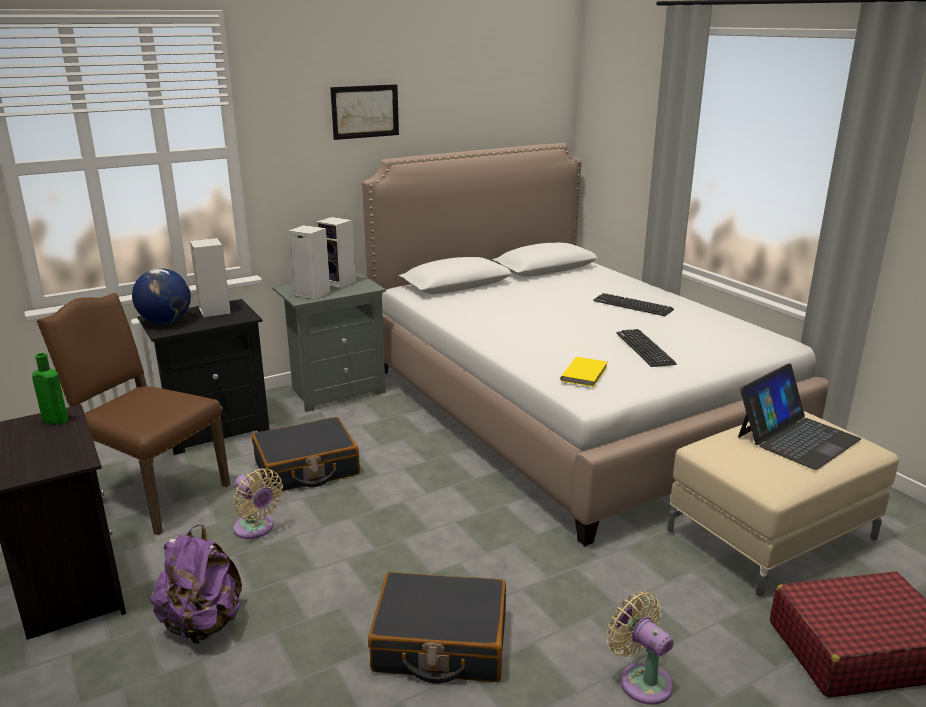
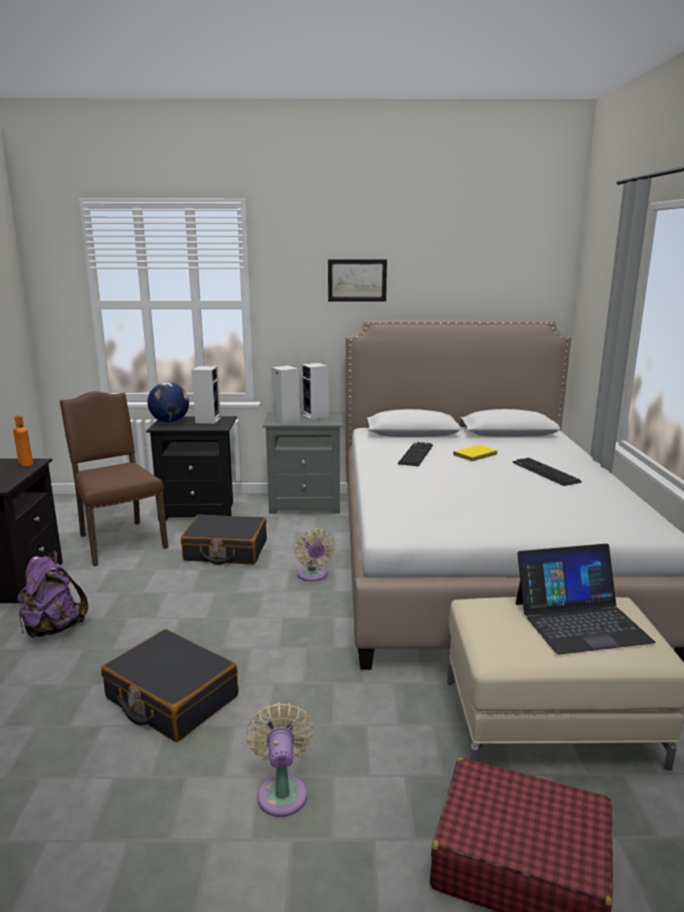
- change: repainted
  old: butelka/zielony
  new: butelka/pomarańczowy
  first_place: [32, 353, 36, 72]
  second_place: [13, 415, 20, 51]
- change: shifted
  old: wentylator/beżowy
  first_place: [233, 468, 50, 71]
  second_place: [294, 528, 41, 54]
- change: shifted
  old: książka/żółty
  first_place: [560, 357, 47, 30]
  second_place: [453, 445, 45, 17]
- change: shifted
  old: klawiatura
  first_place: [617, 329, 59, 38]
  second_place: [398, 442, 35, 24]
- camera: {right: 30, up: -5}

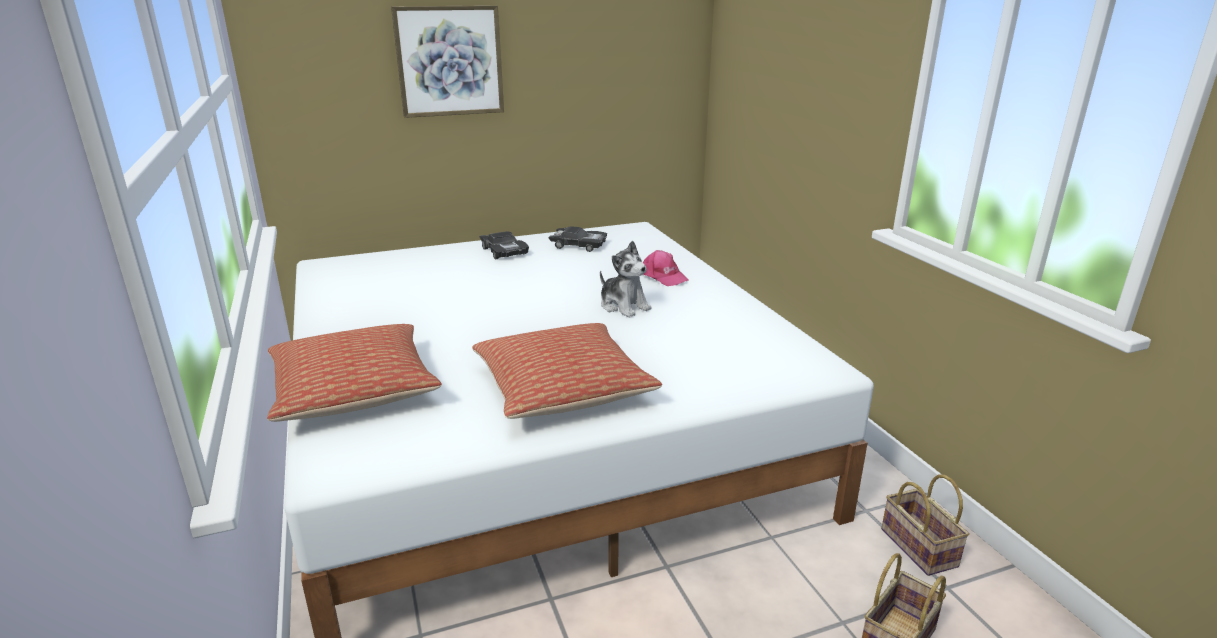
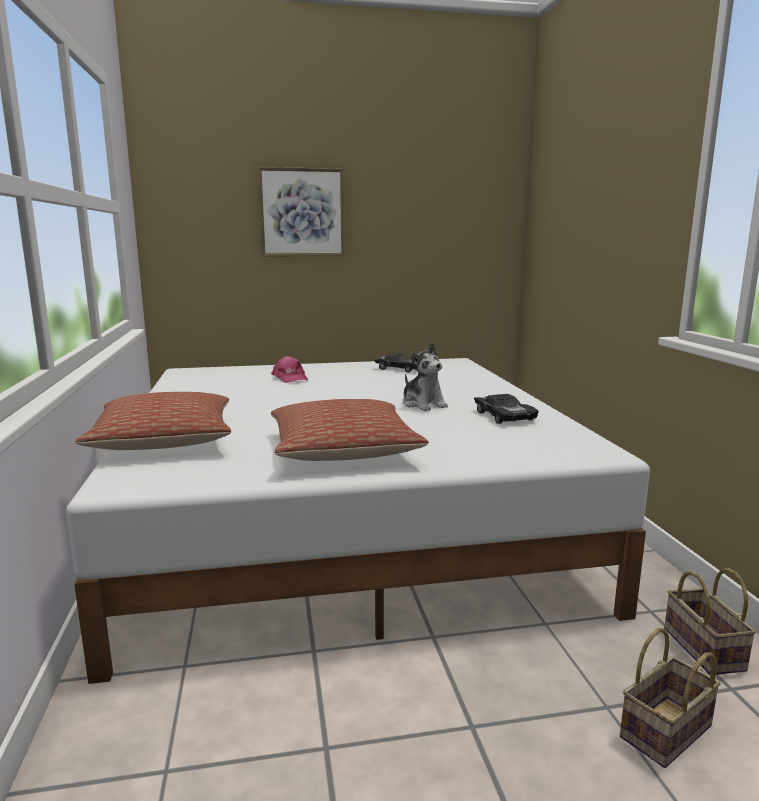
- change: shifted
  old: samochodzik/czarny
  first_place: [480, 231, 49, 28]
  second_place: [474, 394, 65, 30]
- change: shifted
  old: czapka z daszkiem/różowy
  first_place: [643, 250, 46, 36]
  second_place: [271, 356, 37, 27]
- camera: {right: 10, up: -10}

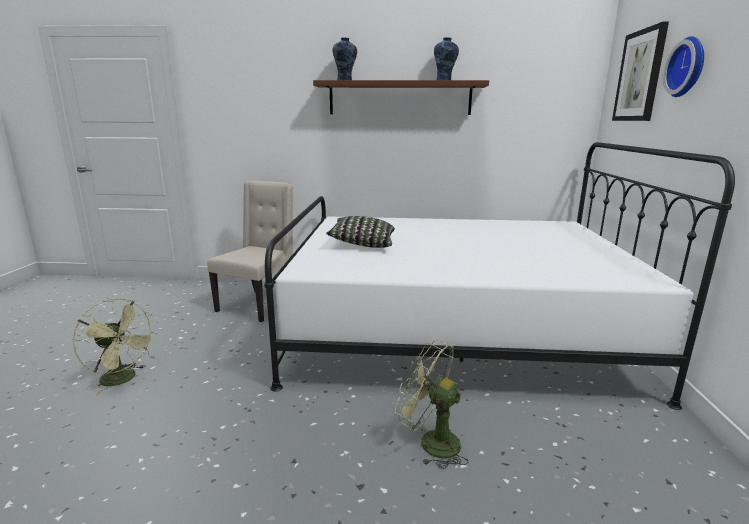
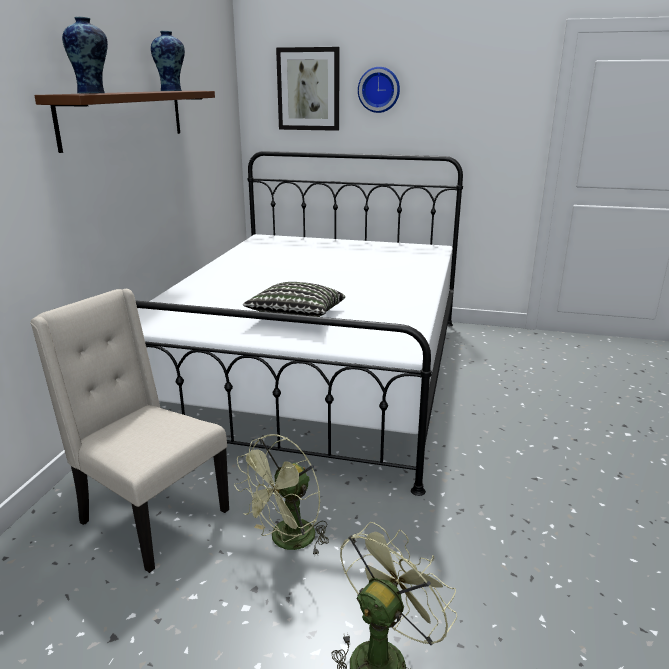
- change: shifted
  old: wentylator/zielony
  first_place: [395, 339, 73, 131]
  second_place: [234, 434, 95, 120]
- camera: {right: -80, up: 5}

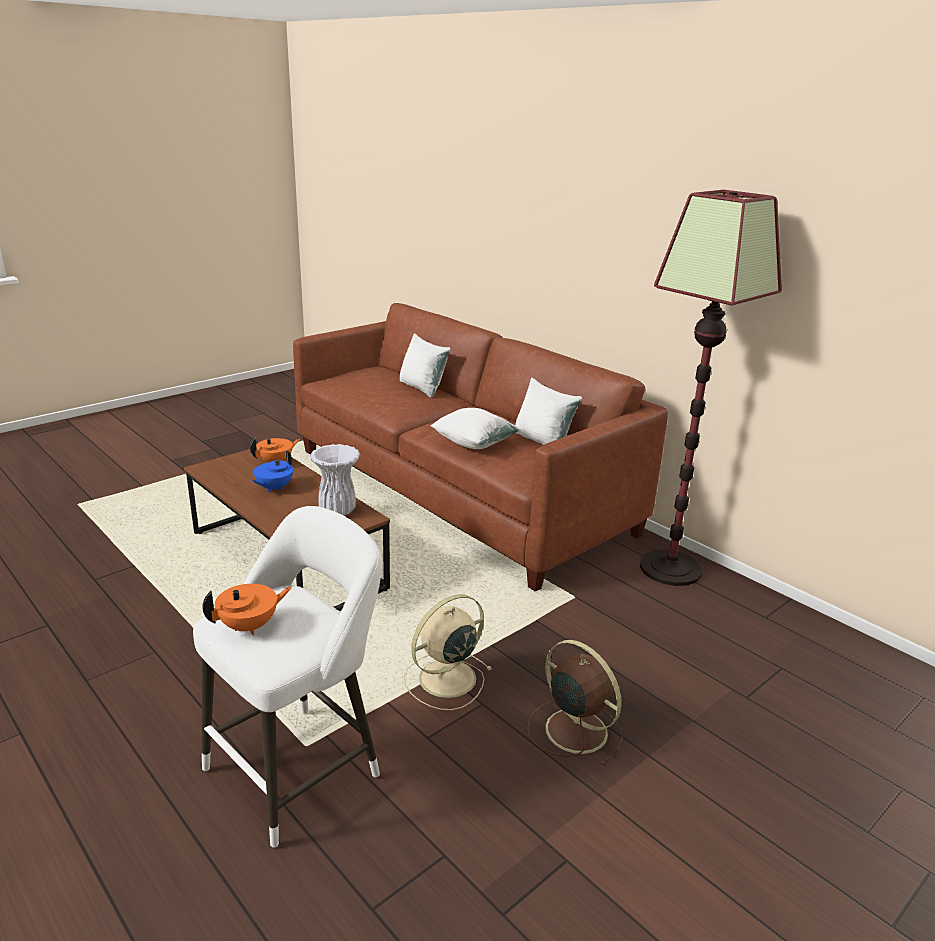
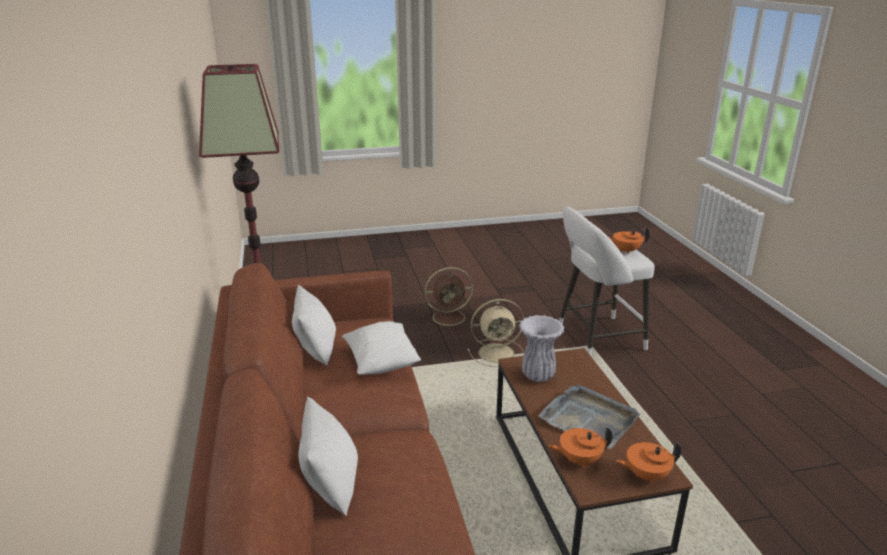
- change: swapped
  old: imbryk/niebieski
  new: taca/szary
  first_place: [252, 450, 41, 42]
  second_place: [539, 384, 101, 65]
- change: rotated
  old: wentylator/brązowy
  first_place: [527, 640, 96, 126]
  second_place: [422, 267, 52, 62]
  degrees: -90
- change: new
  new: imbryk/pomarańczowy
  second_place: [616, 441, 65, 42]
- camera: {right: -150, up: 0}

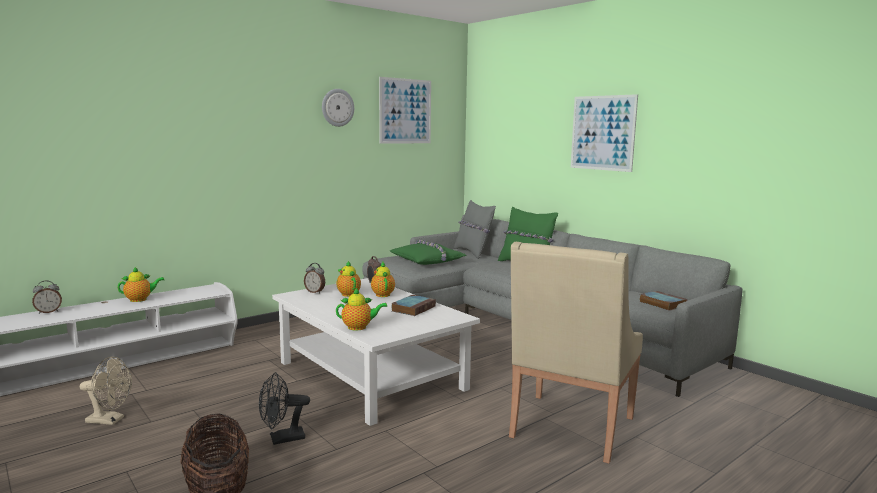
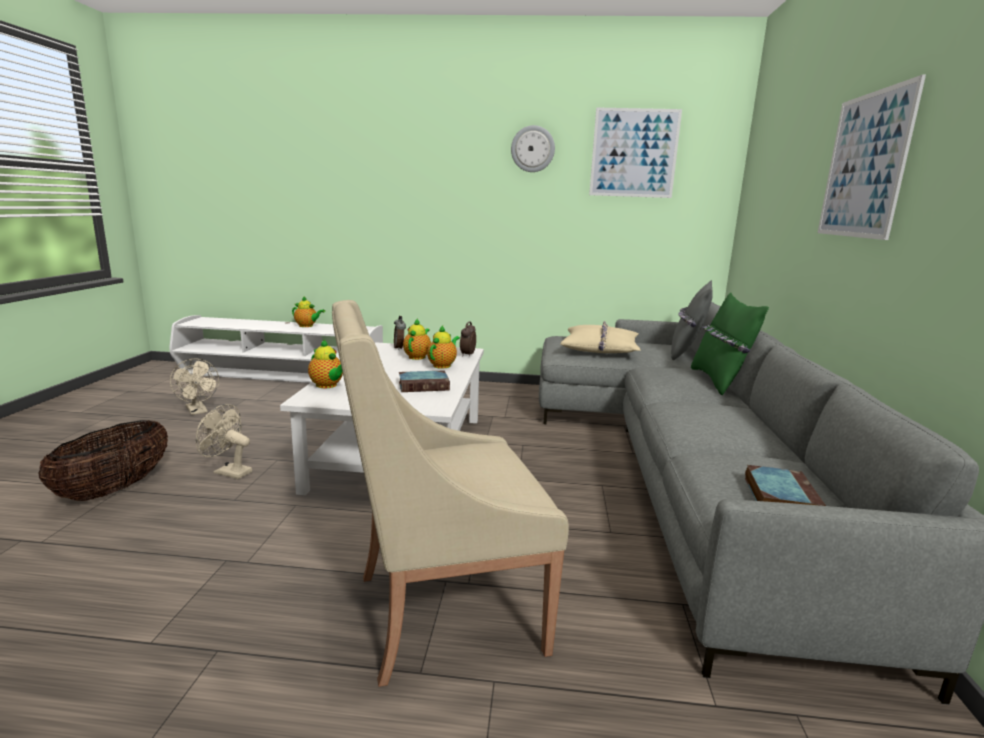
- change: gone
  old: budzik
  first_place: [32, 280, 30, 34]
- change: repainted
  old: wentylator/czarny
  new: wentylator/beżowy
  first_place: [259, 372, 51, 73]
  second_place: [196, 404, 56, 75]
- change: repainted
  old: poduszka/zielony
  new: poduszka/beżowy
  first_place: [390, 240, 77, 25]
  second_place: [560, 321, 81, 32]
- camera: {right: 45, up: 5}

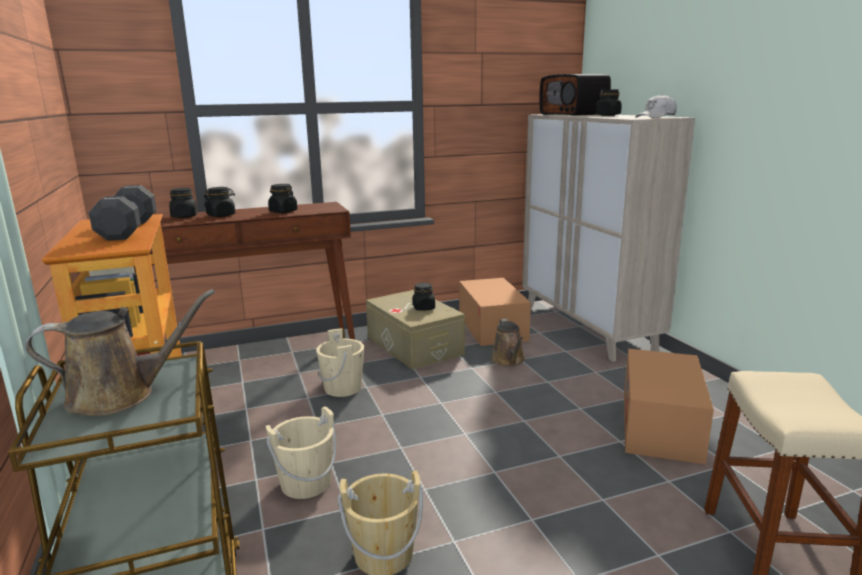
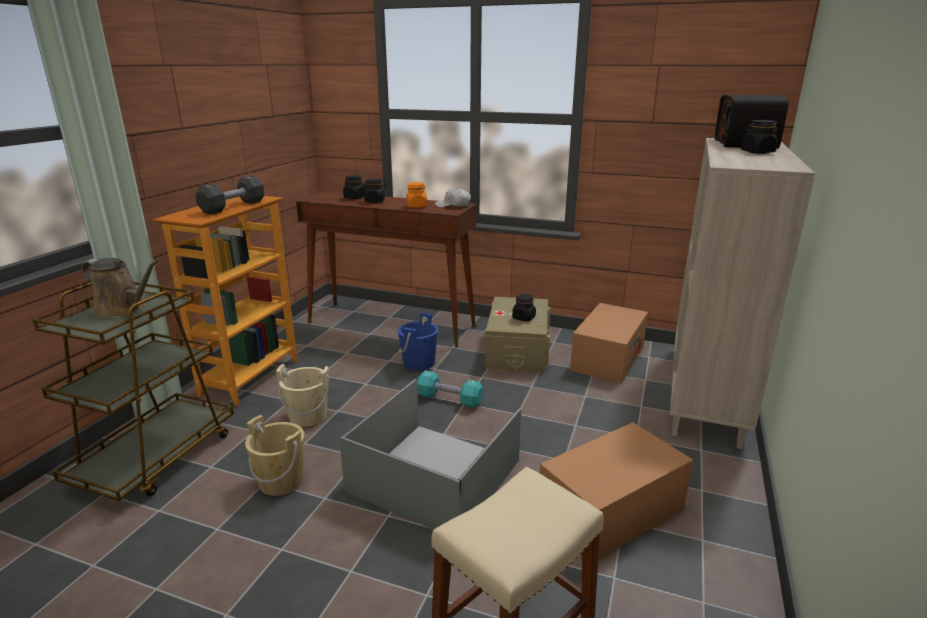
- change: repainted
  old: słoik/czarny
  new: słoik/pomarańczowy
  first_place: [268, 184, 30, 29]
  second_place: [406, 182, 21, 26]
- change: repainted
  old: wiadro/beżowy
  new: wiadro/niebieski
  first_place: [316, 328, 48, 69]
  second_place: [398, 313, 40, 58]
- change: gone
  old: konewka/brązowy
  first_place: [491, 319, 34, 47]
- change: shifted
  old: czapka z daszkiem/biały
  first_place: [635, 94, 42, 24]
  second_place: [435, 188, 36, 19]
- change: new
  new: pojemnik do przechowywania/szary
  second_place: [339, 379, 182, 150]
- change: new
  new: hantel/turkusowy
  second_place: [417, 370, 66, 38]
- camera: {right: 40, up: 5}

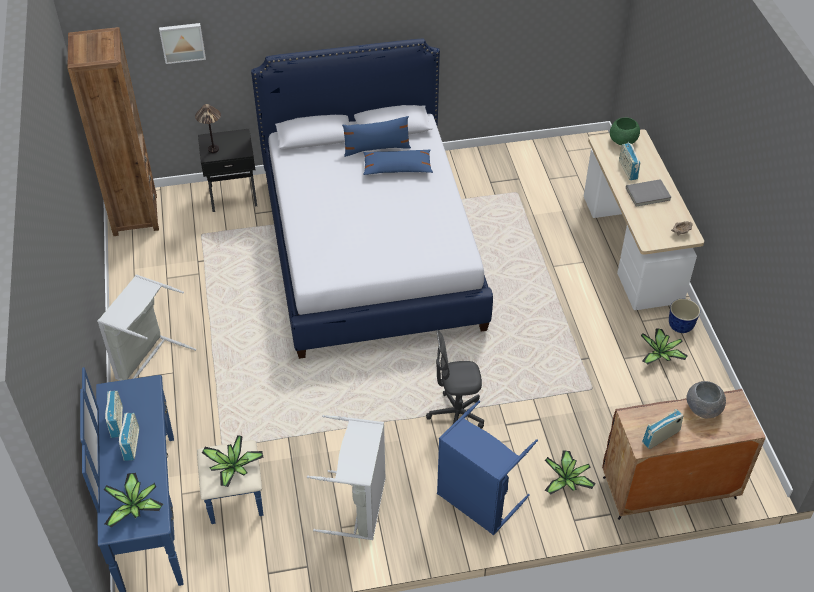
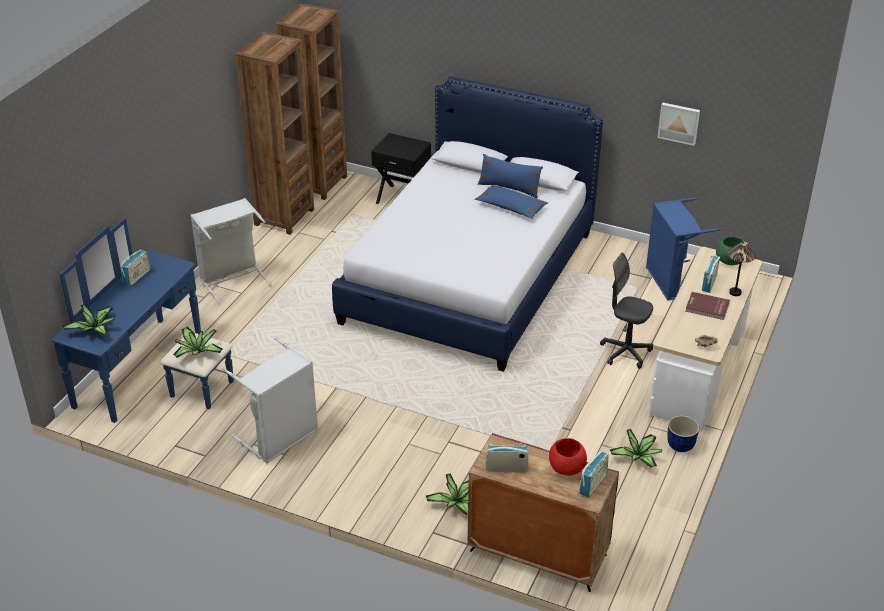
- change: shifted
  old: radio
  first_place: [119, 413, 20, 48]
  second_place: [579, 451, 30, 46]
- change: shifted
  old: obraz
  first_place: [159, 23, 47, 41]
  second_place: [657, 103, 43, 43]
- change: shifted
  old: lampa stołowa
  first_place: [195, 104, 26, 49]
  second_place: [728, 242, 28, 54]
- change: shifted
  old: krzesło biurowe/szary
  first_place: [426, 330, 58, 99]
  second_place: [600, 253, 53, 116]
- change: shifted
  old: kosz na pranie/niebieski
  first_place: [437, 401, 101, 134]
  second_place: [646, 197, 77, 104]
- change: repainted
  old: książka/szary
  new: książka/czerwony
  first_place: [626, 179, 45, 28]
  second_place: [685, 292, 45, 28]
- change: repainted
  old: miska/szary
  new: miska/czerwony
  first_place: [686, 381, 40, 37]
  second_place: [549, 438, 38, 37]
- change: new
  new: regał/brązowy
  second_place: [235, 32, 79, 203]
- camera: {right: 35, up: -10}

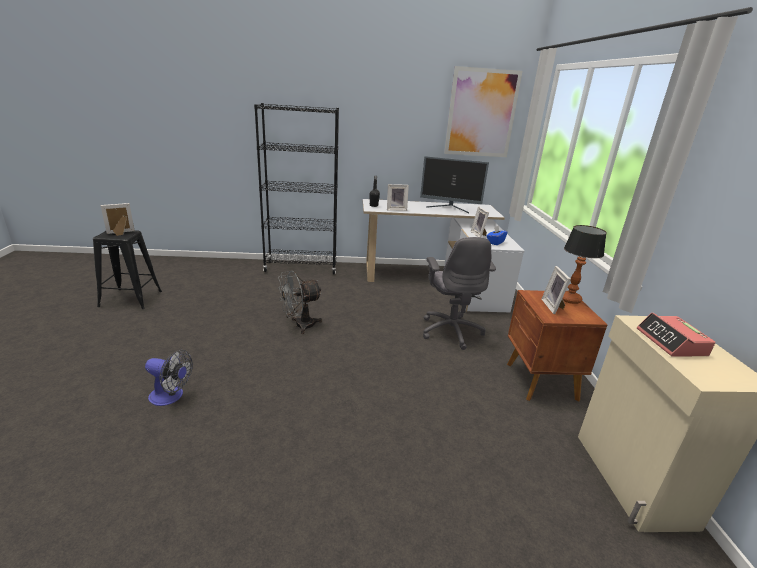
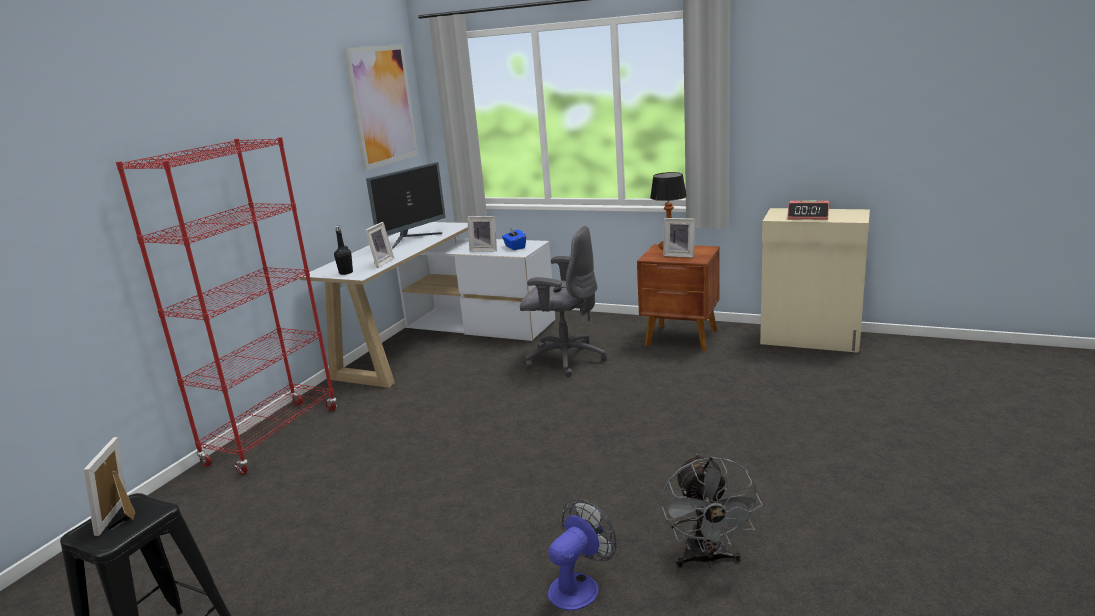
- change: repainted
  old: regał/czarny
  new: regał/czerwony
  first_place: [254, 103, 85, 171]
  second_place: [116, 137, 220, 337]
- change: shifted
  old: wentylator/szary
  first_place: [278, 271, 44, 63]
  second_place: [661, 454, 102, 114]
- camera: {right: -60, up: -5}

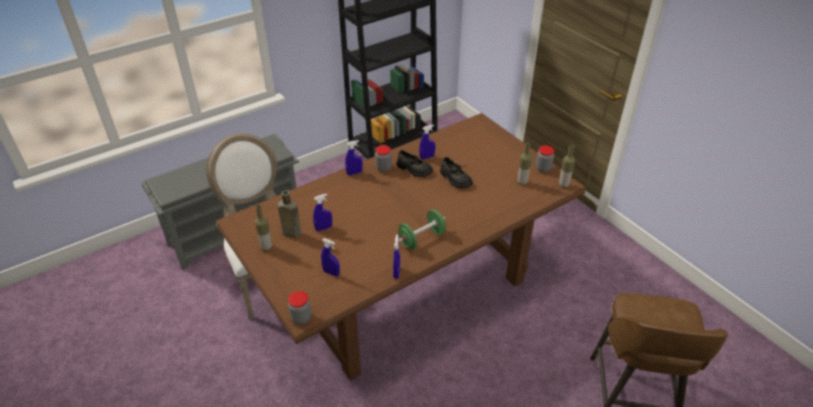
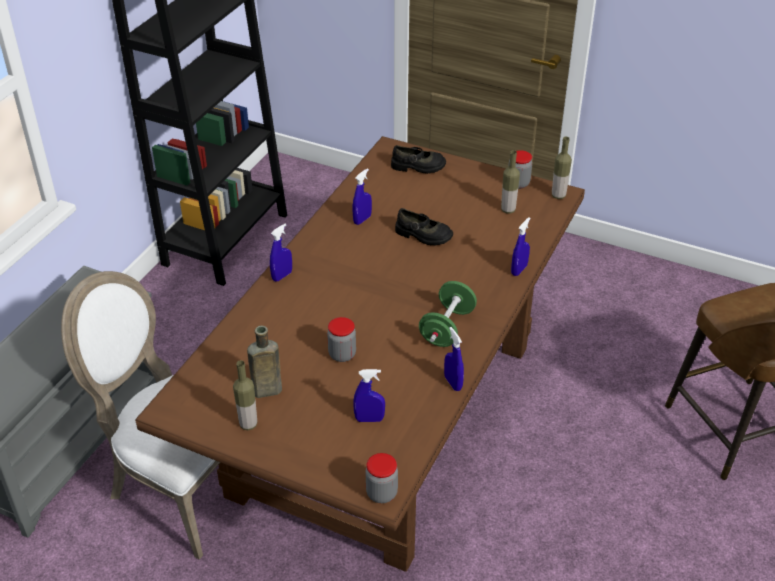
- change: shifted
  old: spryskiwacz/niebieski
  first_place: [313, 194, 19, 37]
  second_place: [511, 217, 20, 59]
- change: shifted
  old: słoik
  first_place: [375, 145, 17, 27]
  second_place: [327, 317, 29, 45]
- change: shifted
  old: but/czarny
  first_place: [397, 150, 36, 27]
  second_place: [391, 145, 55, 29]
- camera: {right: -30, up: 0}

